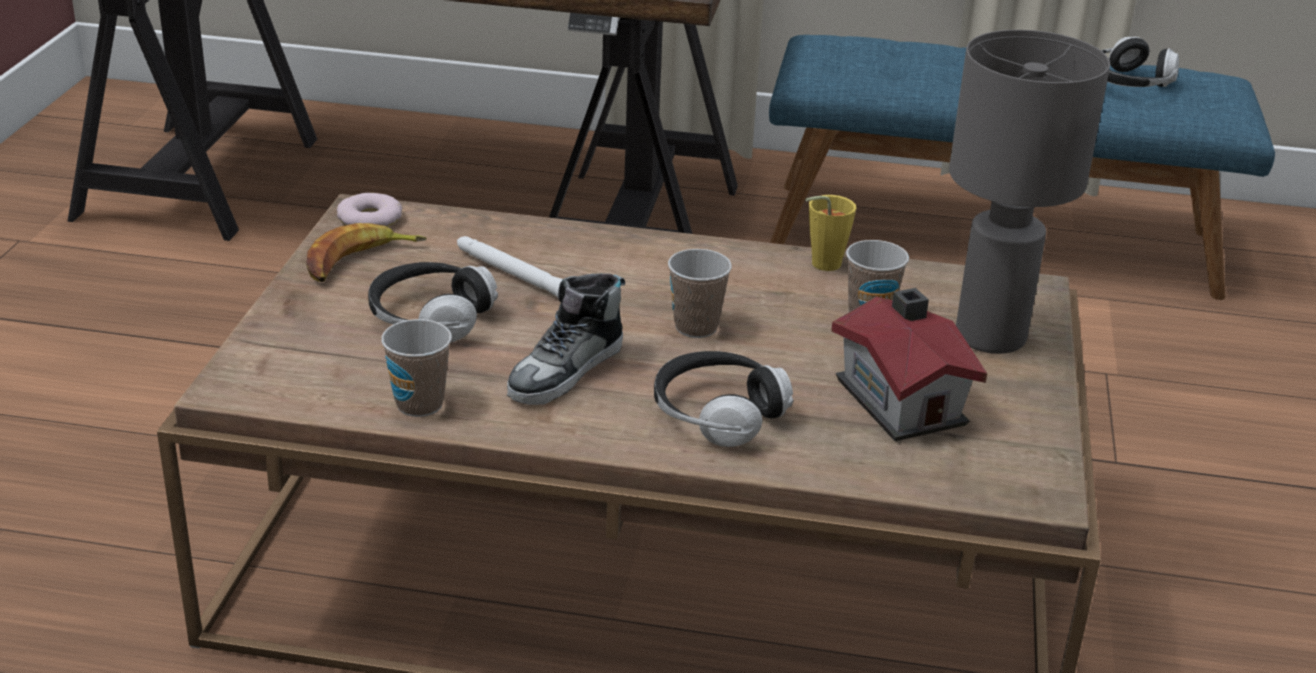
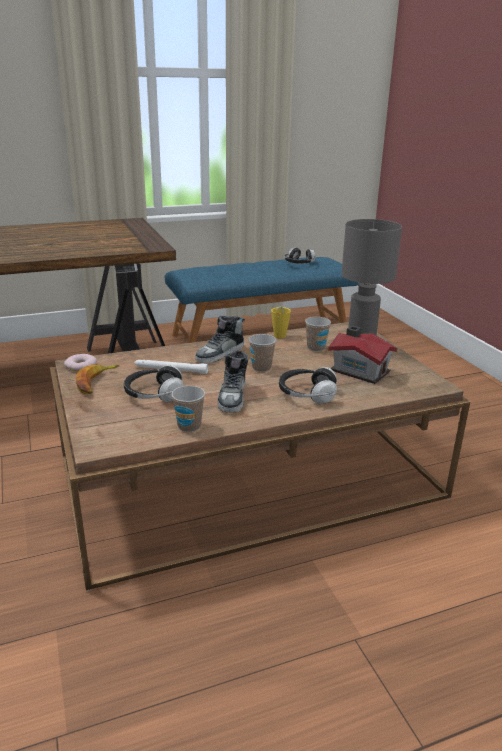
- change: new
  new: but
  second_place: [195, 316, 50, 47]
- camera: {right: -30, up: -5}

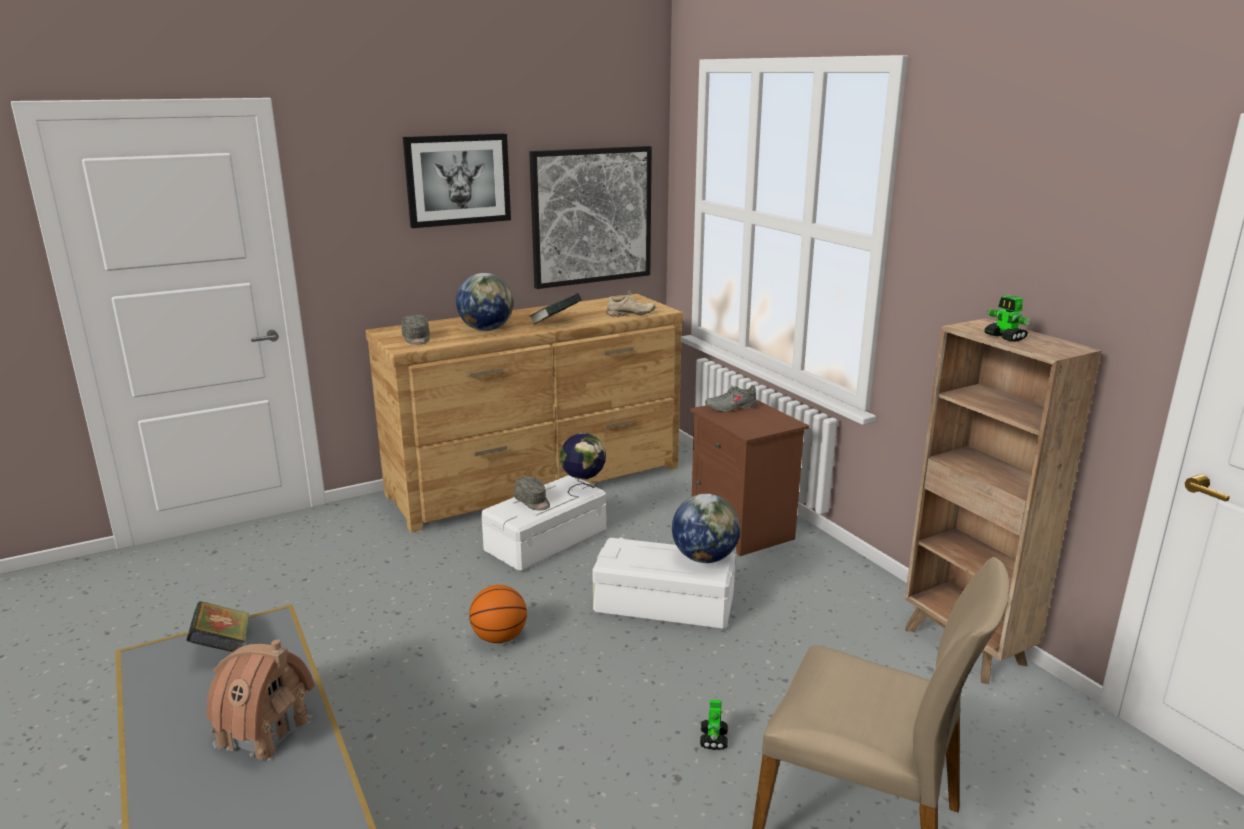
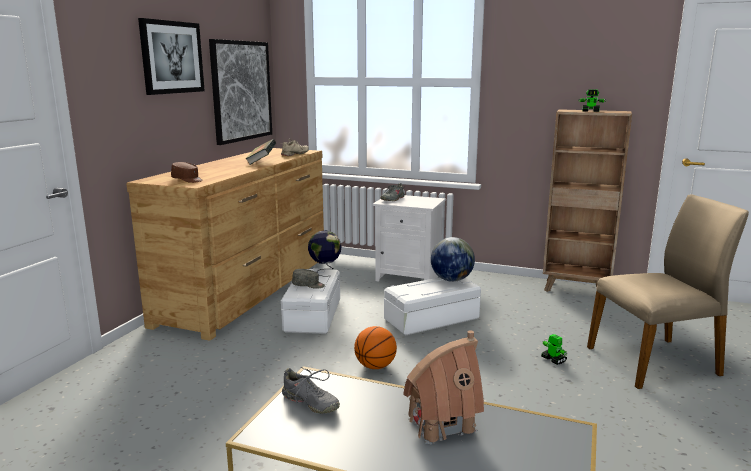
- change: swapped
  old: książka
  new: but/szary
  first_place: [186, 601, 63, 51]
  second_place: [282, 367, 58, 47]
- change: repainted
  old: czapka z daszkiem/szary
  new: czapka z daszkiem/brązowy
  first_place: [402, 315, 28, 30]
  second_place: [171, 162, 32, 21]
- change: gone
  old: globus
  first_place: [456, 273, 57, 58]
- change: repainted
  old: szafka nocna/brązowy
  new: szafka nocna/biały
  first_place: [690, 400, 119, 156]
  second_place: [372, 195, 74, 86]
- camera: {right: -40, up: -5}

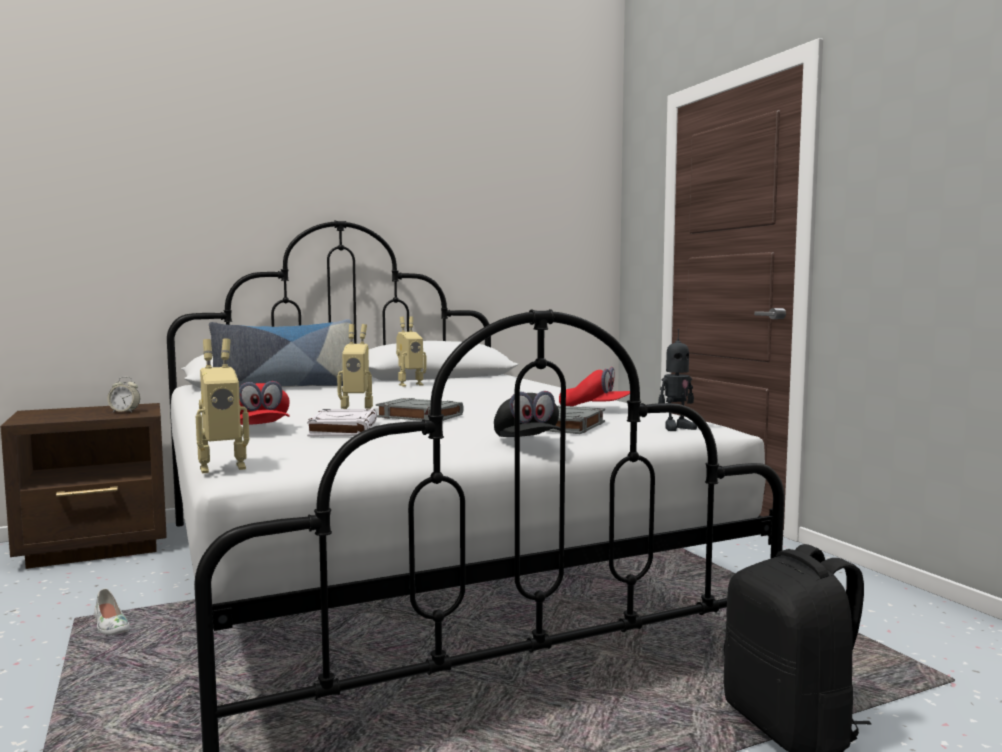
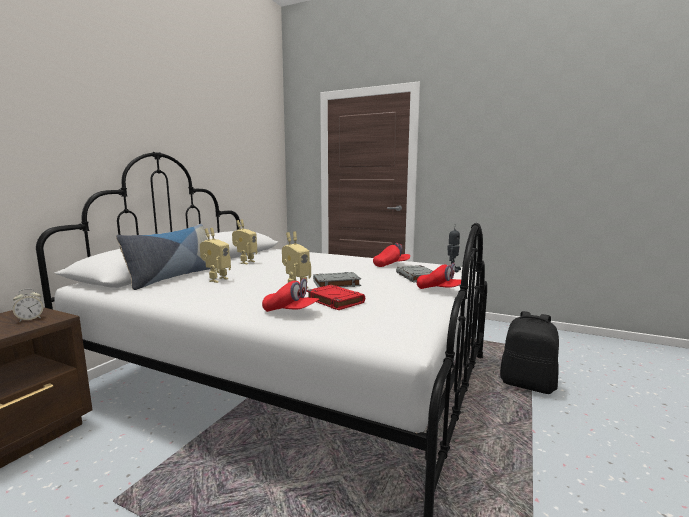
- change: gone
  old: but/biały
  first_place: [94, 588, 36, 48]
- change: shifted
  old: robot zabawkowy
  first_place: [196, 338, 53, 135]
  second_place: [200, 228, 31, 55]
- change: repainted
  old: książka/biały
  new: książka/czerwony
  first_place: [307, 409, 70, 28]
  second_place: [306, 285, 59, 25]
- change: repainted
  old: czapka z daszkiem/czarny
  new: czapka z daszkiem/czerwony
  first_place: [494, 391, 66, 46]
  second_place: [417, 263, 44, 26]
- camera: {right: -40, up: 5}

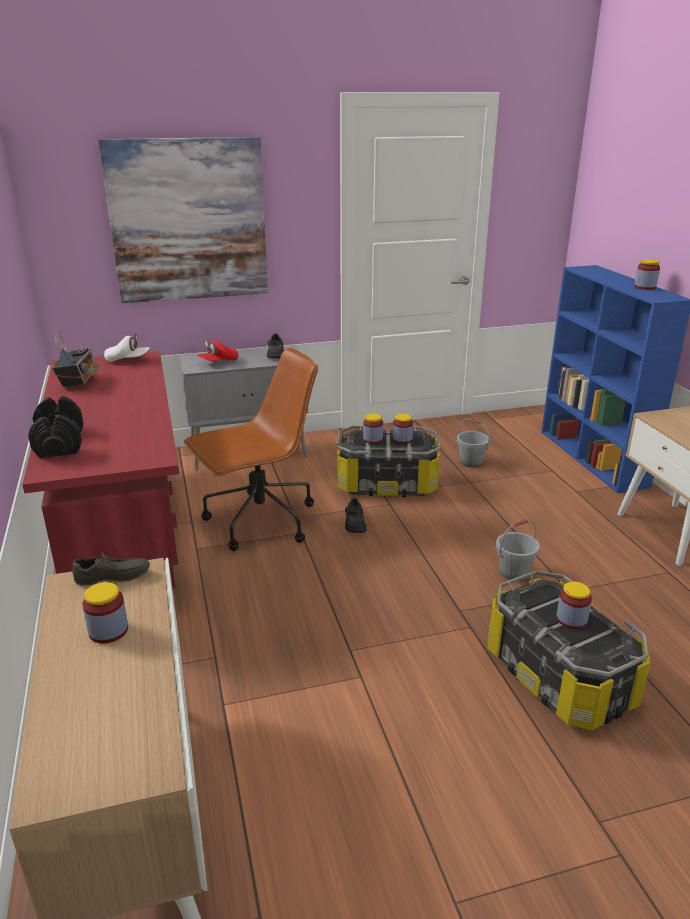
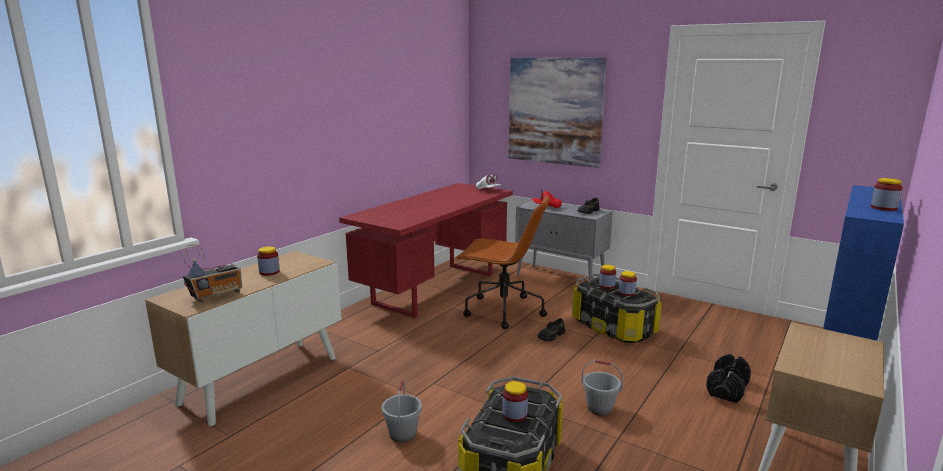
- change: shifted
  old: hantel/czarny
  first_place: [28, 396, 55, 62]
  second_place: [706, 354, 45, 49]
- change: shifted
  old: radio
  first_place: [52, 331, 48, 59]
  second_place: [183, 244, 59, 59]
- change: gone
  old: but/szary
  first_place: [72, 552, 78, 34]
- change: shifted
  old: wiadro/szary
  first_place: [457, 418, 33, 49]
  second_place: [382, 380, 40, 63]
- camera: {right: 50, up: -10}

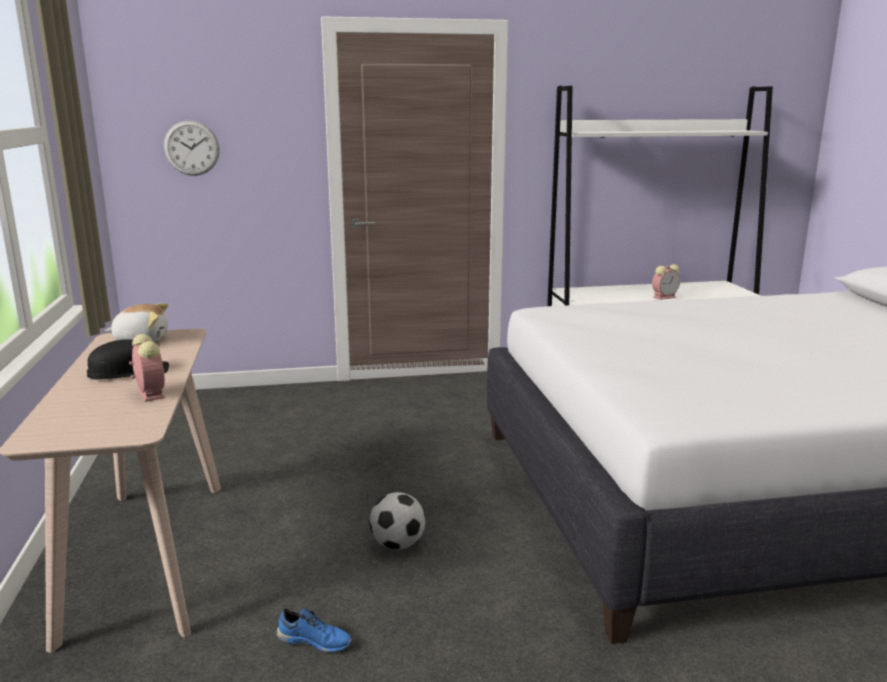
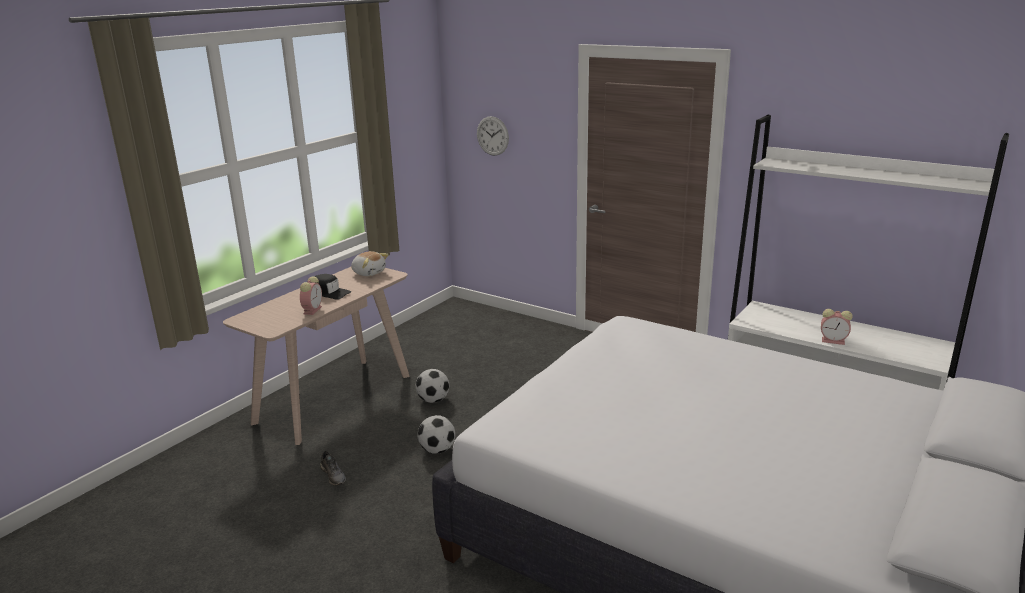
- change: repainted
  old: but/niebieski
  new: but/szary
  first_place: [277, 608, 75, 45]
  second_place: [320, 451, 26, 34]
- change: new
  new: piłka futbolowa
  second_place: [416, 369, 33, 34]
- camera: {right: 45, up: 5}

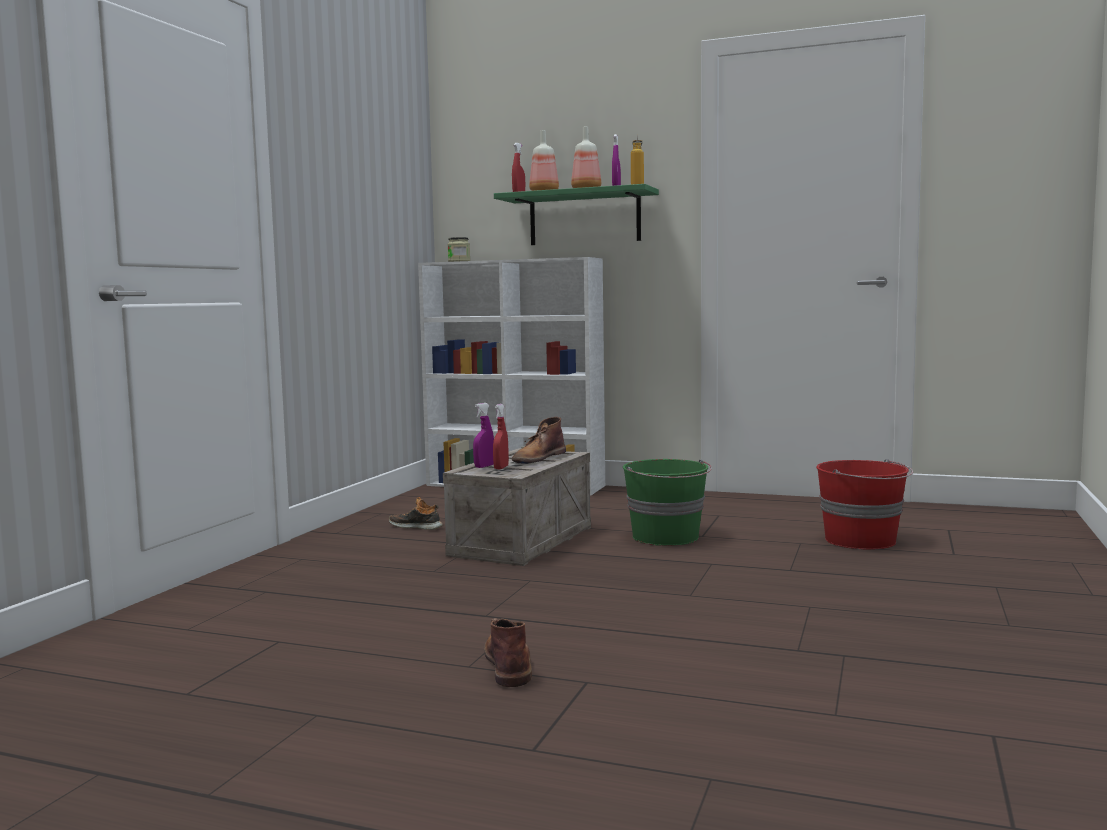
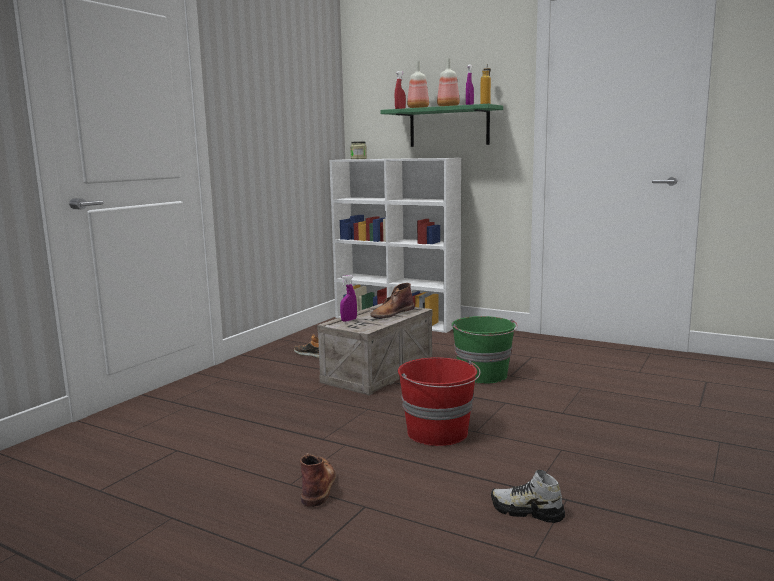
- change: gone
  old: spryskiwacz/czerwony
  first_place: [493, 404, 16, 65]
- change: shifted
  old: wiadro/czerwony
  first_place: [816, 459, 97, 91]
  second_place: [398, 357, 83, 89]
- change: new
  new: but
  second_place: [491, 470, 74, 53]
- camera: {right: 10, up: 5}

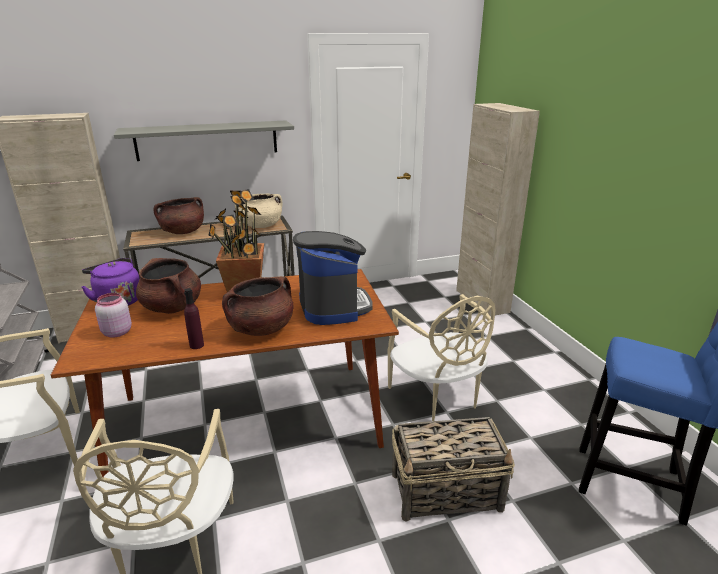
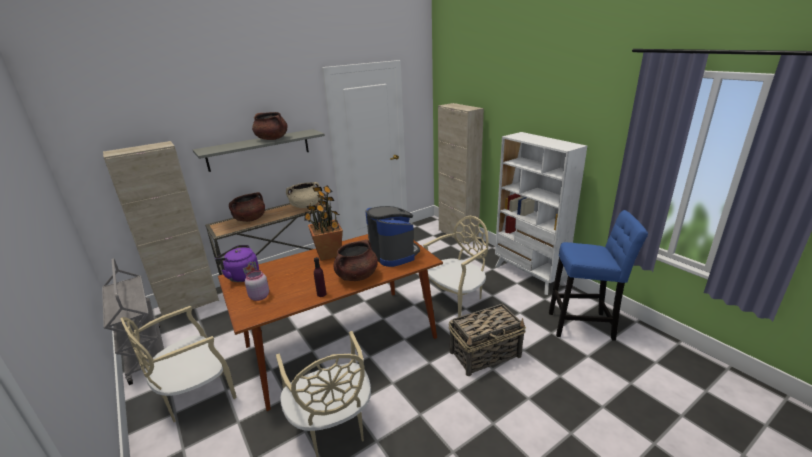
- change: shifted
  old: garnek/brązowy
  first_place: [136, 258, 65, 56]
  second_place: [252, 112, 35, 28]
- change: rotated
  old: krzesło/beżowy
  first_place: [388, 294, 108, 127]
  second_place: [422, 216, 66, 101]
  degrees: -90
- change: new
  new: regał/biały
  second_place: [495, 132, 92, 163]
- camera: {right: -15, up: 0}

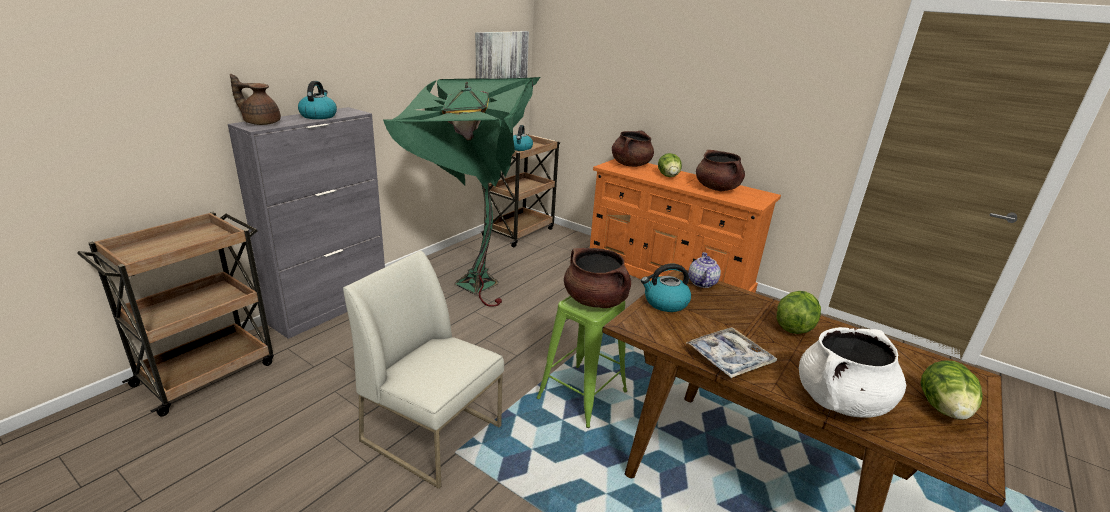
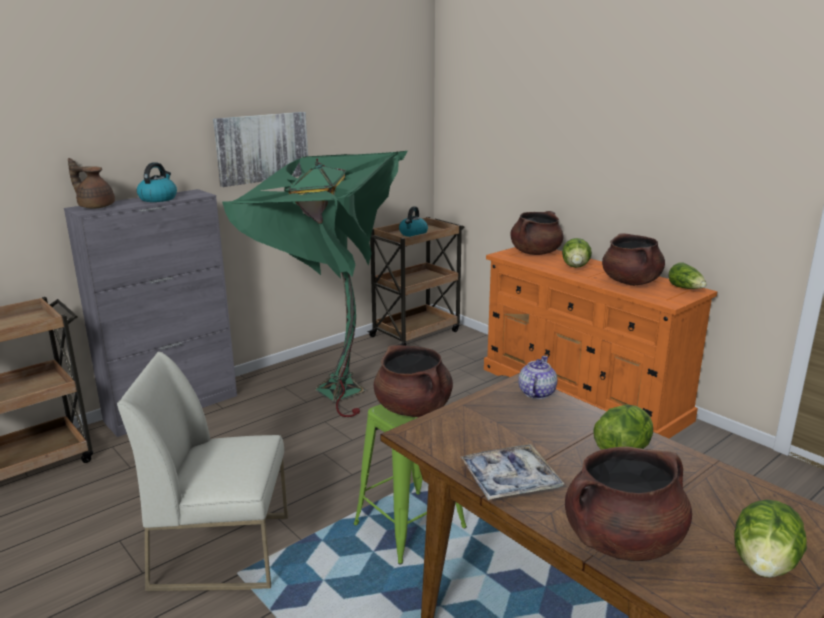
- change: rotated
  old: krzesło/biały
  first_place: [343, 250, 161, 239]
  second_place: [117, 352, 171, 239]
  degrees: -45
- change: shifted
  old: obraz
  first_place: [475, 31, 54, 48]
  second_place: [213, 112, 95, 75]
- change: gone
  old: czajnik
  first_place: [641, 264, 50, 48]
- change: repainted
  old: garnek/biały
  new: garnek/brązowy
  first_place: [799, 327, 107, 91]
  second_place: [565, 447, 127, 114]
- change: new
  new: sałata
  second_place: [668, 262, 39, 27]
- camera: {right: 15, up: -5}

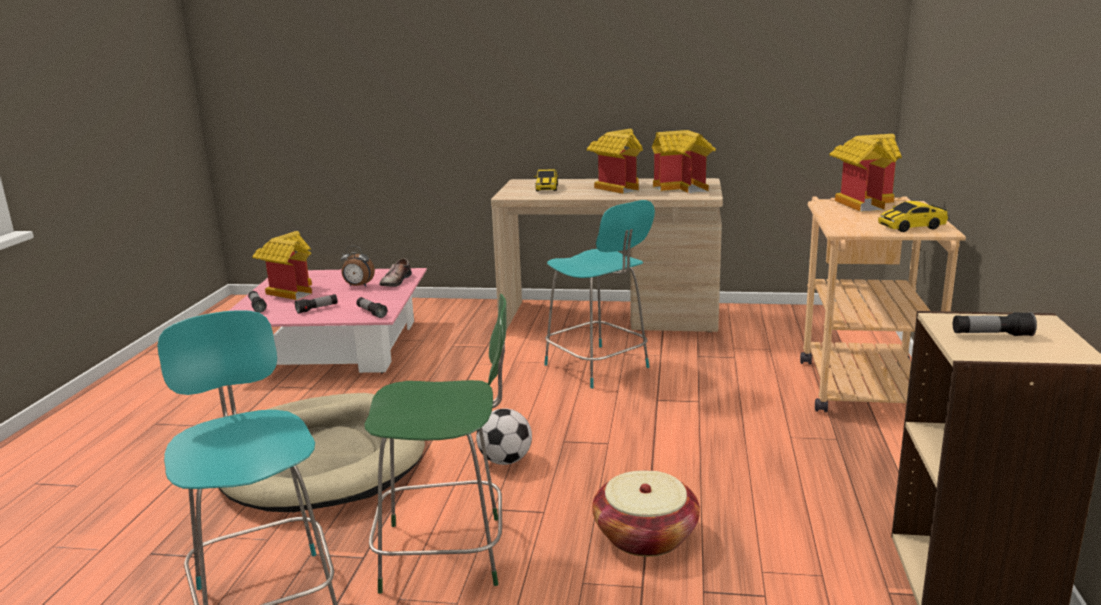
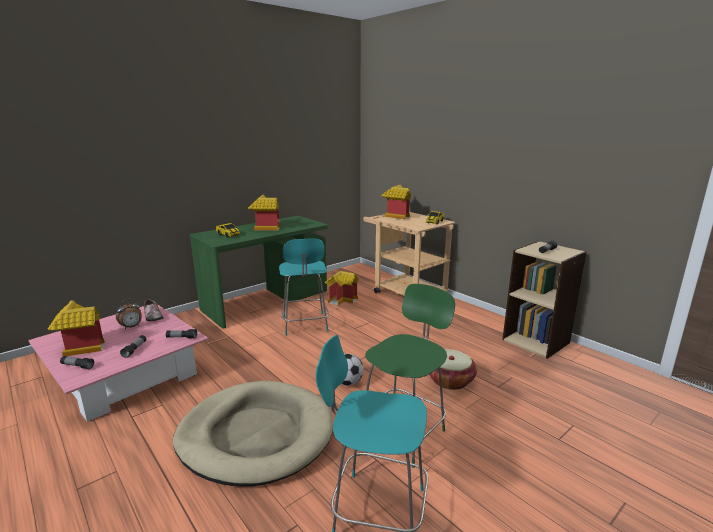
- change: repainted
  old: biurko/beżowy
  new: biurko/zielony
  first_place: [491, 178, 232, 154]
  second_place: [190, 216, 138, 112]
- change: rotated
  old: krzesło/turkusowy
  first_place: [544, 200, 111, 188]
  second_place: [279, 238, 50, 97]
  degrees: 75
- change: shifted
  old: domek
  first_place: [652, 130, 64, 63]
  second_place: [325, 271, 34, 34]
- camera: {right: -50, up: 0}

